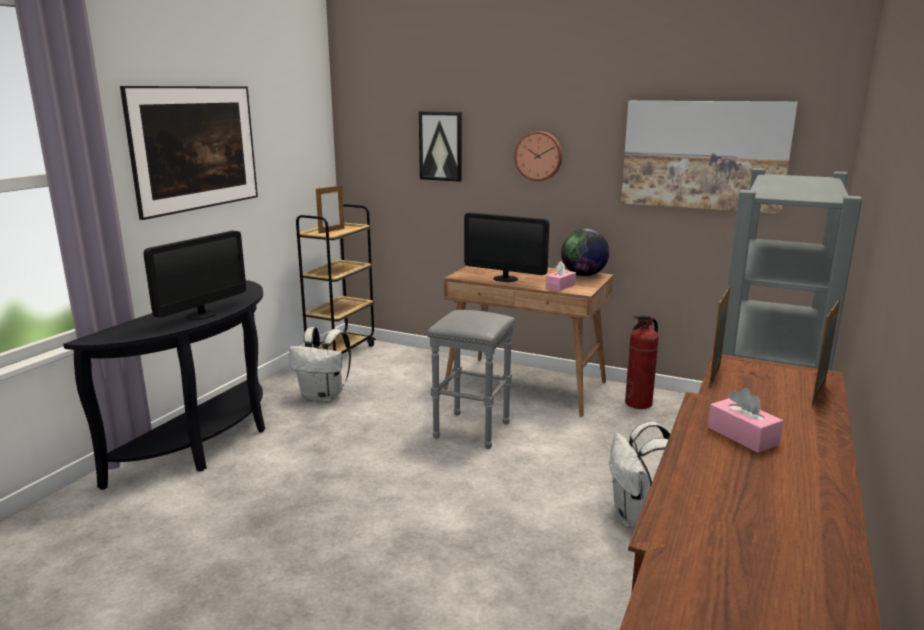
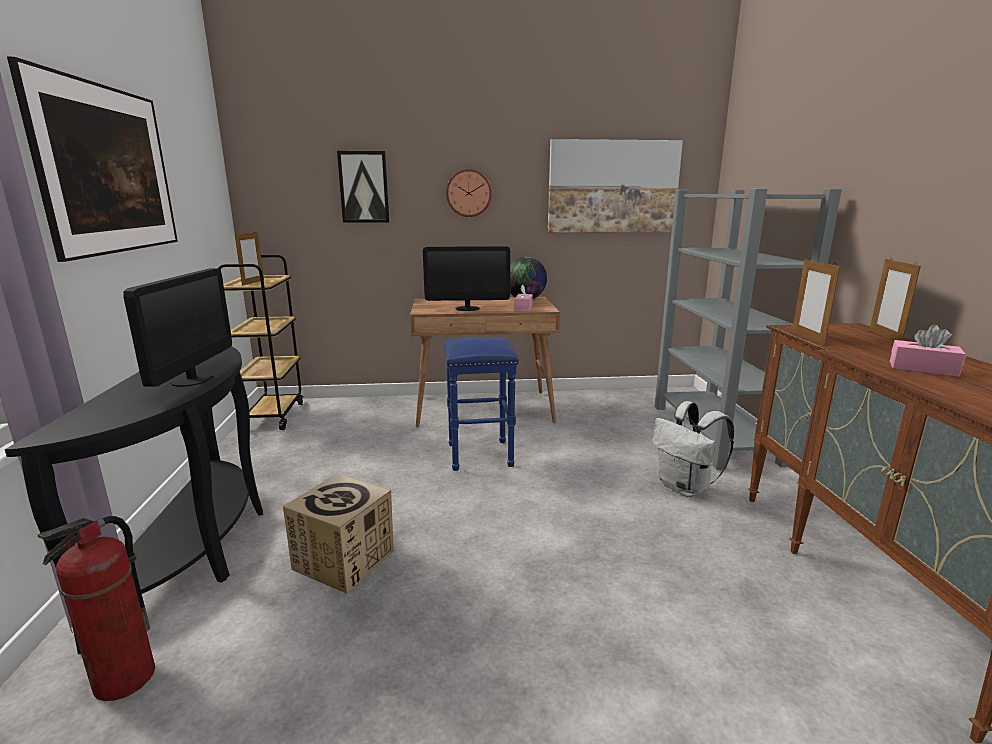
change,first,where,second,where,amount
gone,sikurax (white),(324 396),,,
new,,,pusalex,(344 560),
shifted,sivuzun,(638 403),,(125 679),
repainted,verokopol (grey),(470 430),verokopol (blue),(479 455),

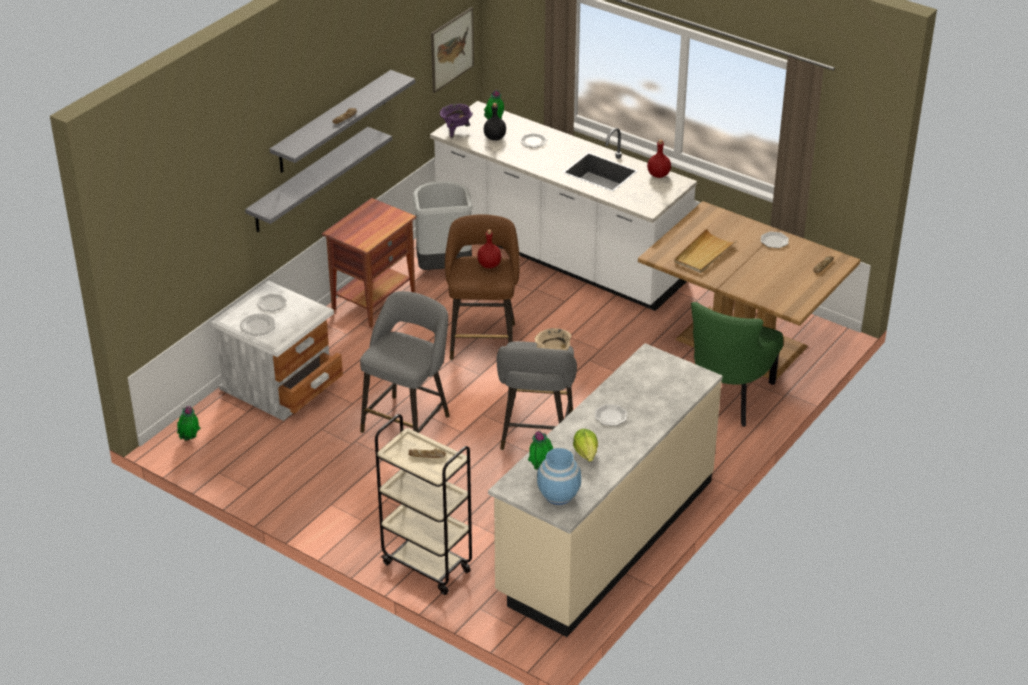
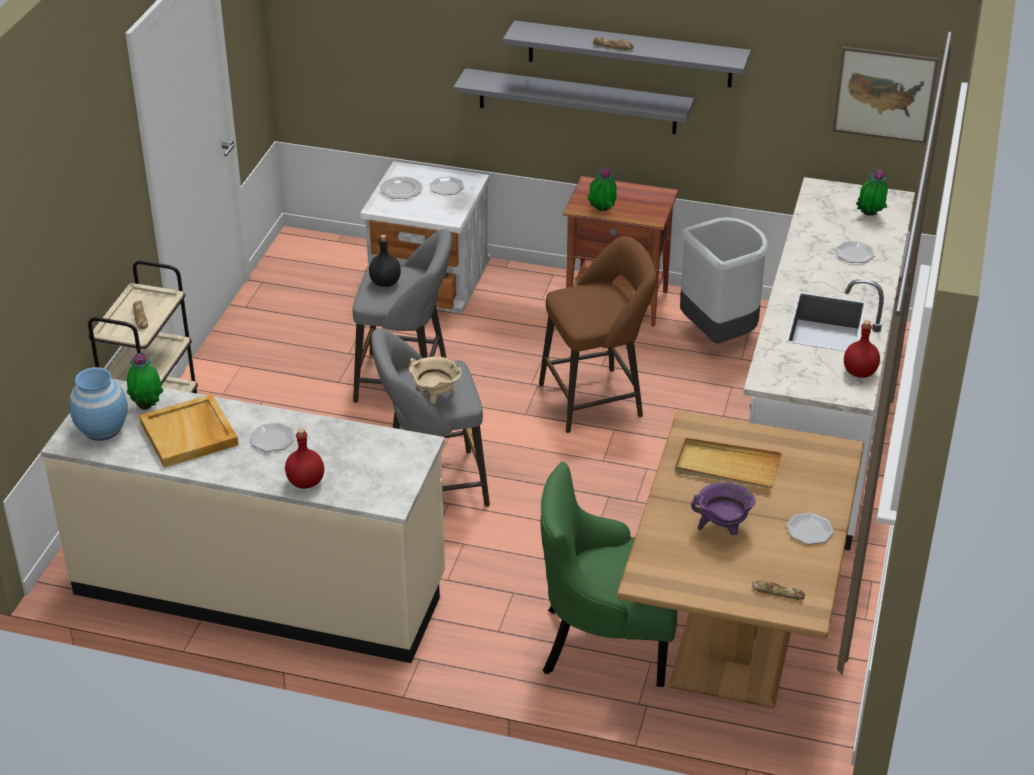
change,first,where,second,where,amount
shifted,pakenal,(189 440),,(601 212),
shifted,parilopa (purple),(456 131),,(722 528),
shifted,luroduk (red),(489 265),,(306 482),
shifted,luroduk (black),(495 137),,(386 283),
swapped,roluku,(586 453),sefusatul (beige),(190 434),

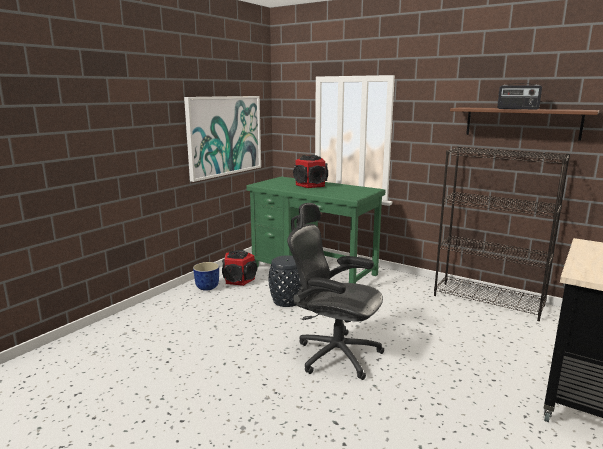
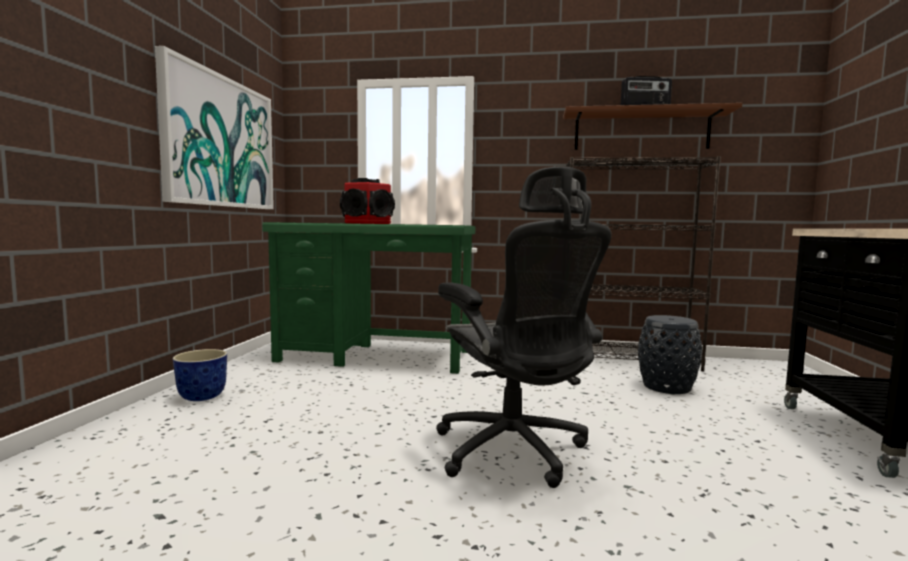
change,first,where,second,where,amount
gone,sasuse,(239 280),,,
shifted,verokopol (black),(287 301),,(666 387),
rotated,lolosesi,(334 354),,(513 454),120 degrees counterclockwise

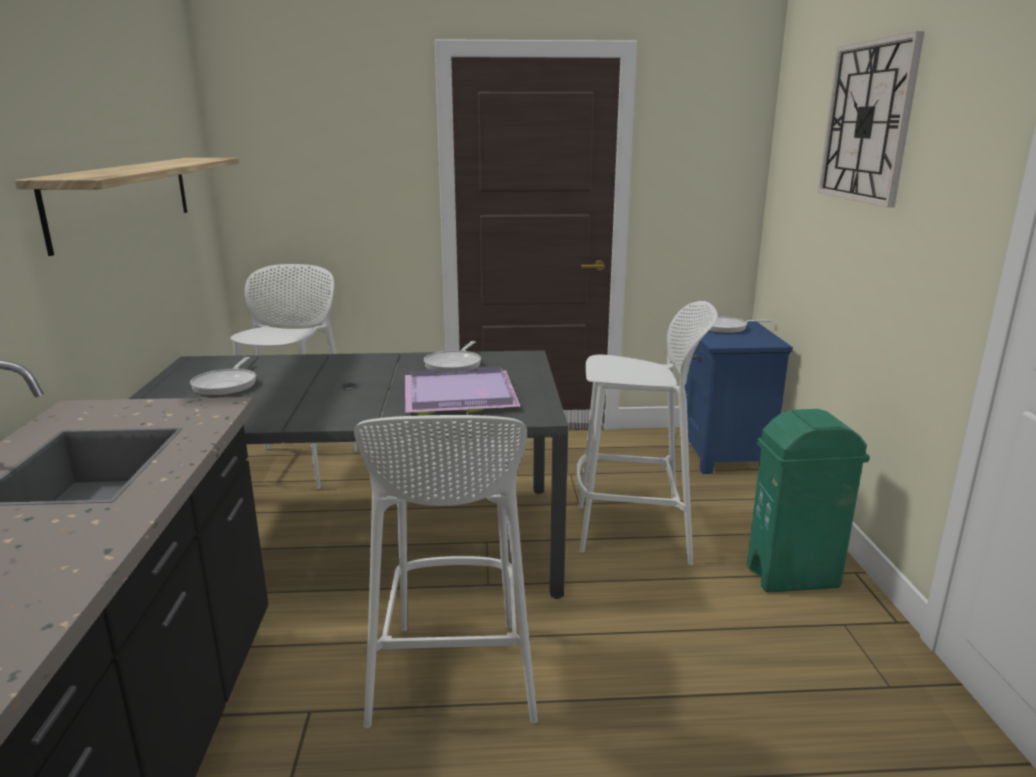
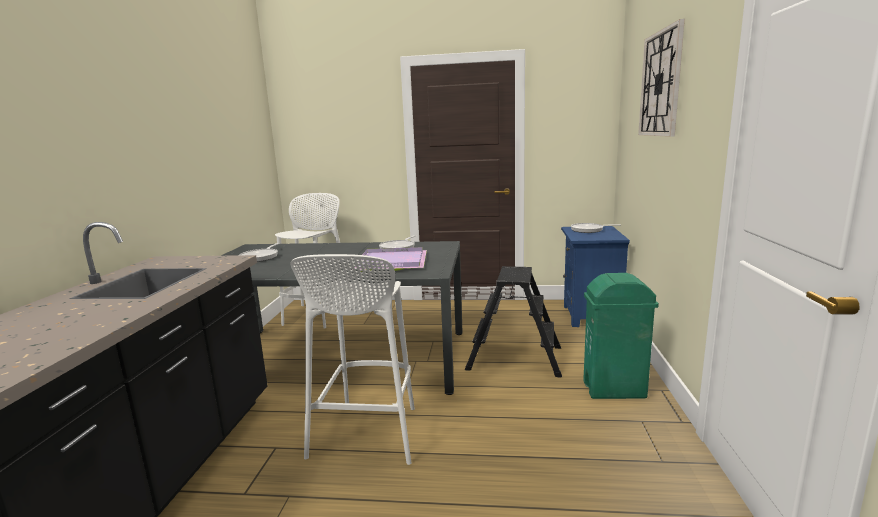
change,first,where,second,where,amount
gone,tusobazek,(124 198),,,
swapped,verokopol (white),(635 530),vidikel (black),(514 358),

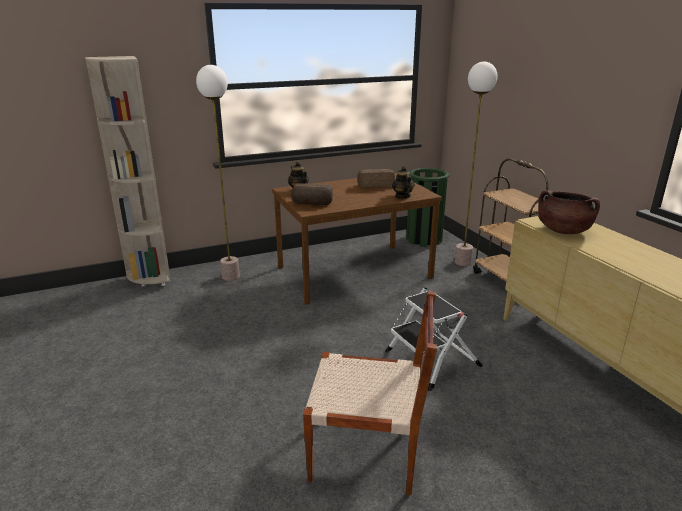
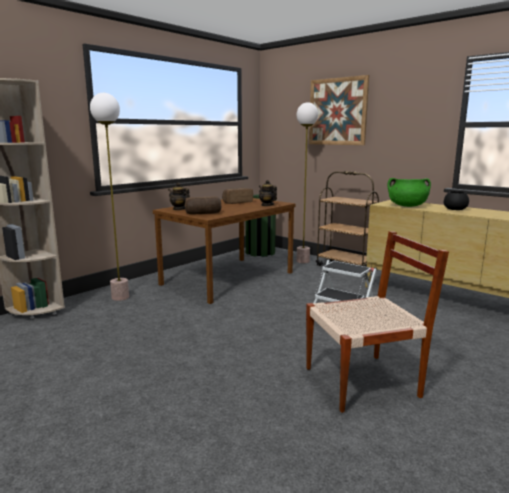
change,first,where,second,where,amount
new,,,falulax,(337 111),
new,,,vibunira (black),(455 209),
repainted,parilopa (brown),(563 231),parilopa (green),(407 206),

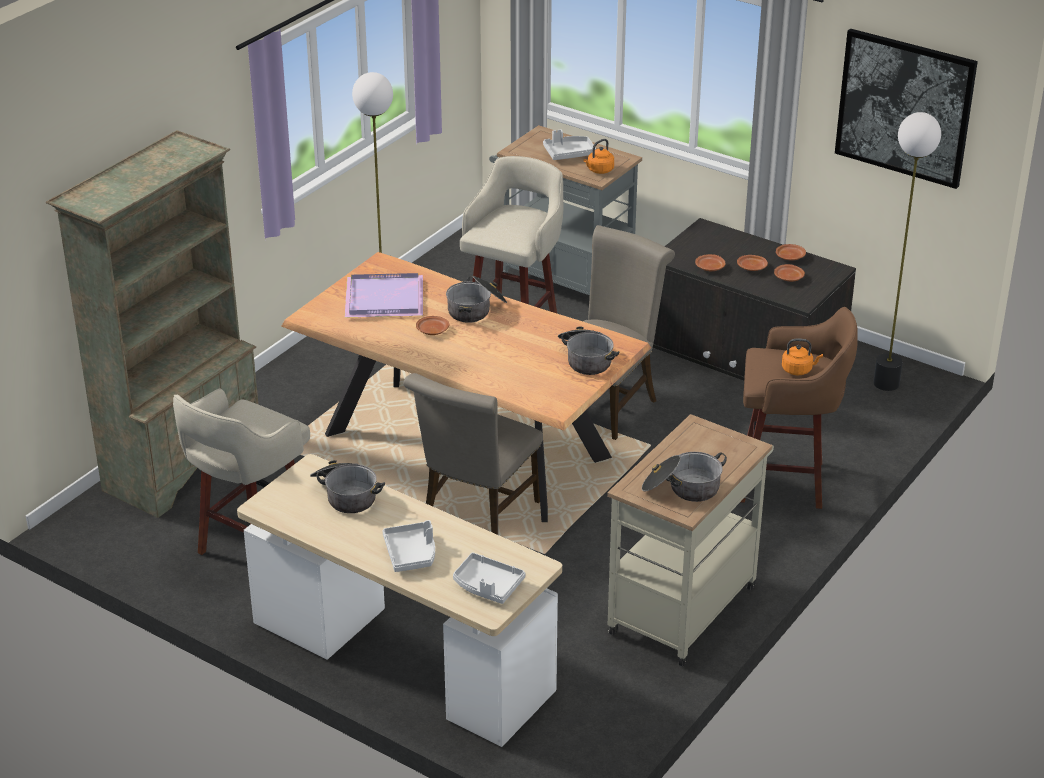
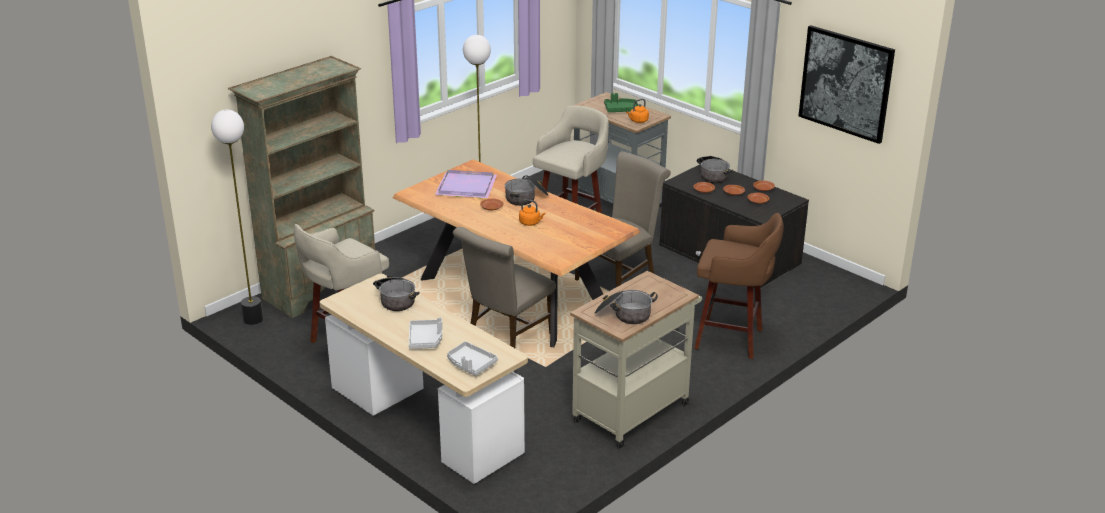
change,first,where,second,where,amount
shifted,parilopa,(586 359),,(712 175),
shifted,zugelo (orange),(798 370),,(531 223),
shifted,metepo,(886 383),,(253 319),
repainted,sefusatul (grey),(569 153),sefusatul (green),(621 110),

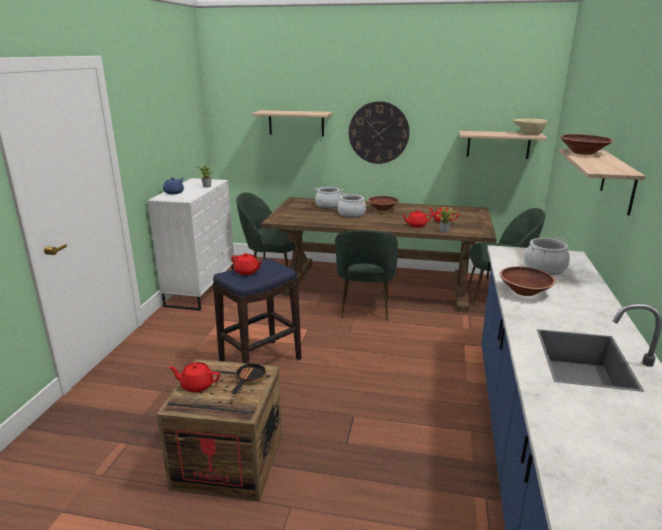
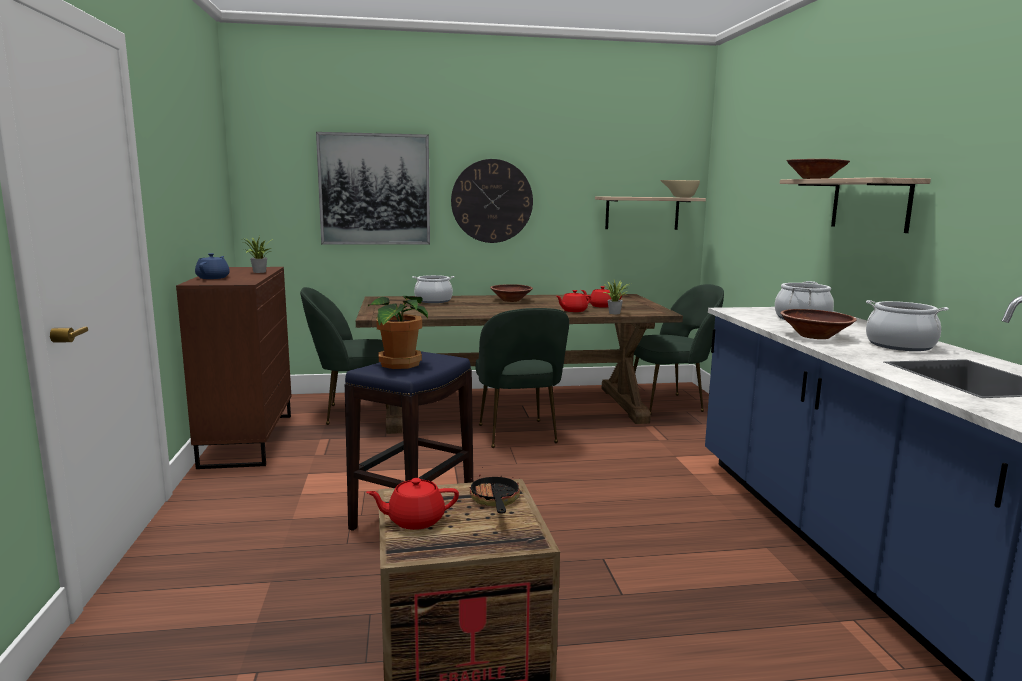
change,first,where,second,where,amount
shifted,parilopa,(351 214),,(900 345),
swapped,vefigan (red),(247 272),pakenal,(398 364),
swapped,tusobazek,(296 123),falulax,(374 189),
repainted,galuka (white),(200 289),galuka (brown),(247 440),

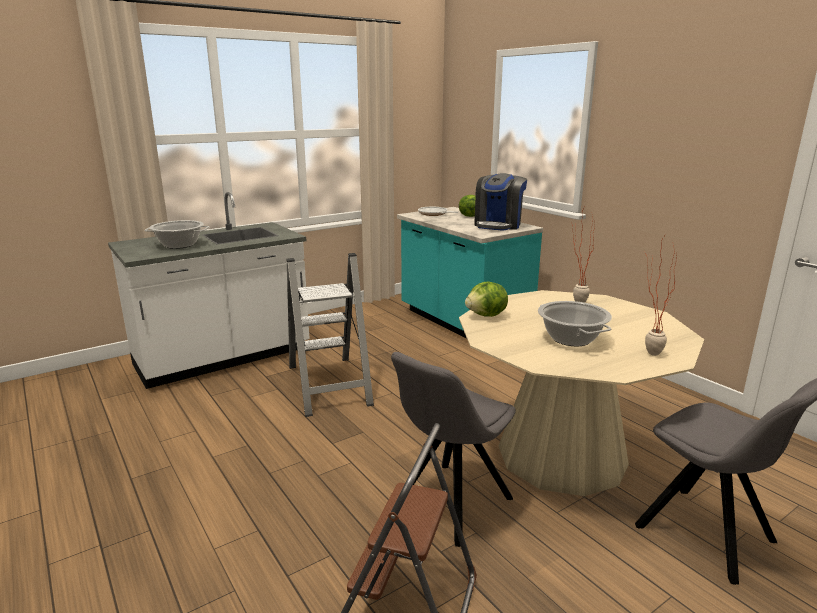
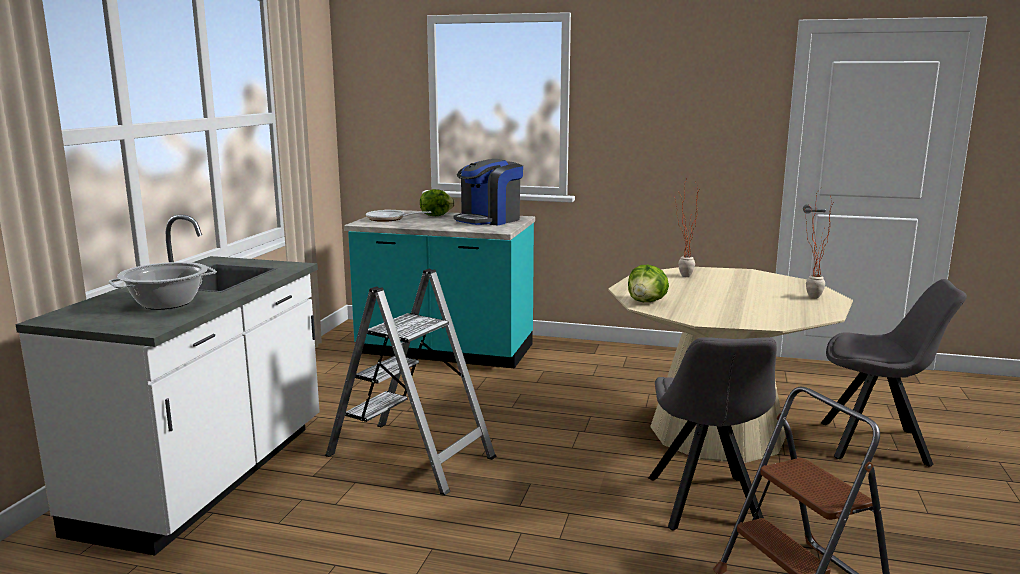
change,first,where,second,where,amount
gone,parilopa,(571 339),,,
rotated,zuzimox,(498 225),,(489 220),60 degrees clockwise

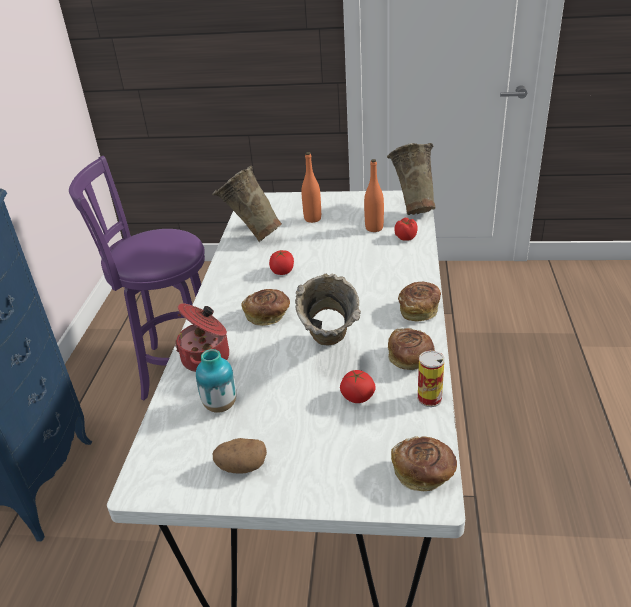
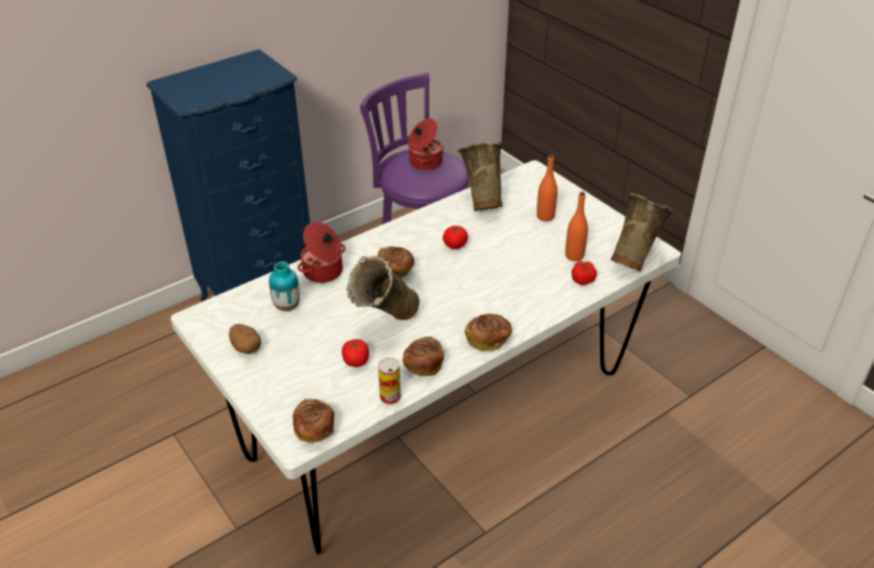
change,first,where,second,where,amount
new,,,parilopa,(424 162),

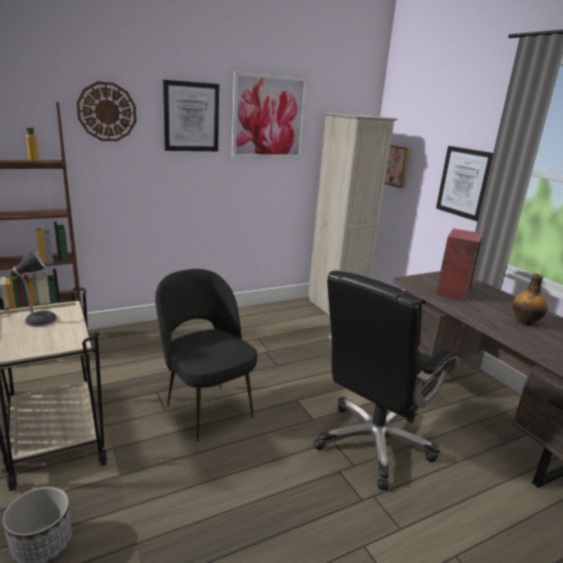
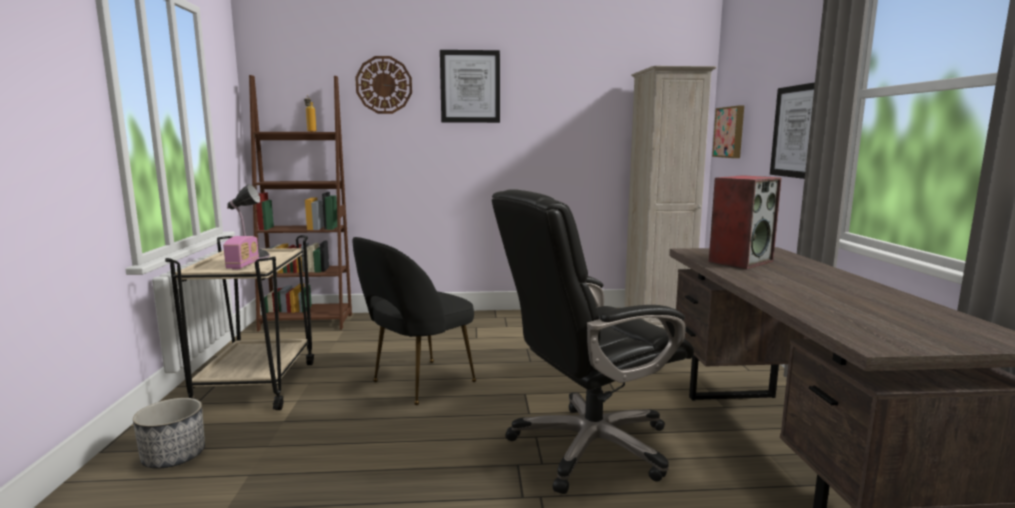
change,first,where,second,where,amount
gone,falulax,(269 117),,,
gone,luroduk,(525 322),,,
new,,,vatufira,(243 265),
rotated,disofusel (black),(206 407),,(417 384),120 degrees counterclockwise

